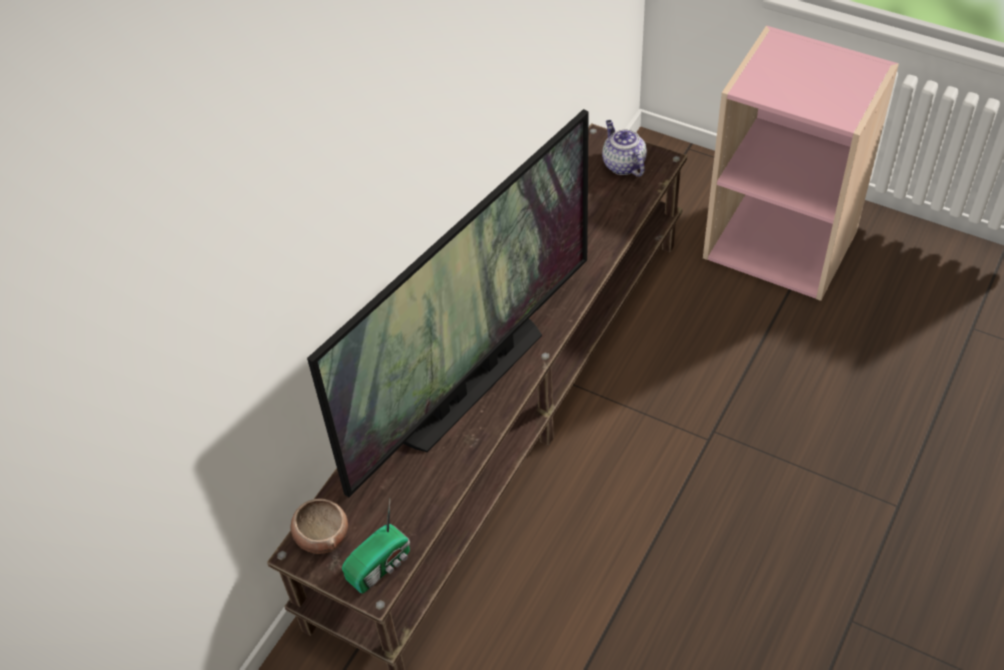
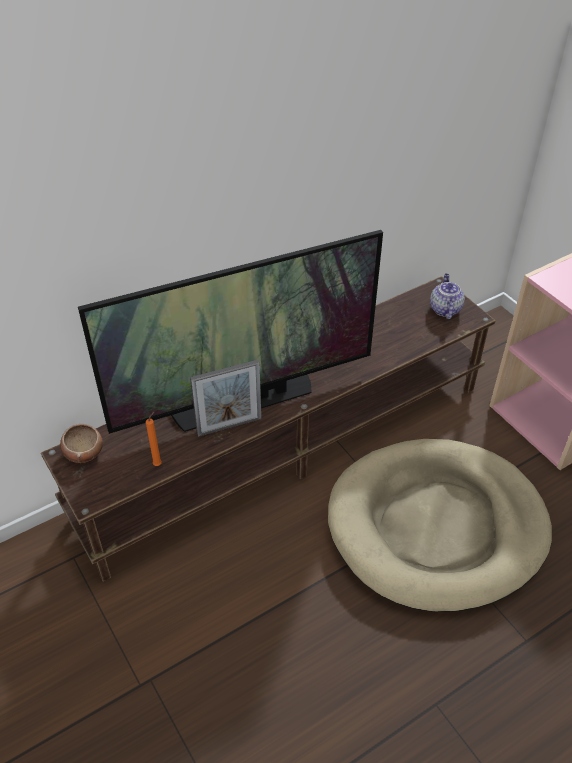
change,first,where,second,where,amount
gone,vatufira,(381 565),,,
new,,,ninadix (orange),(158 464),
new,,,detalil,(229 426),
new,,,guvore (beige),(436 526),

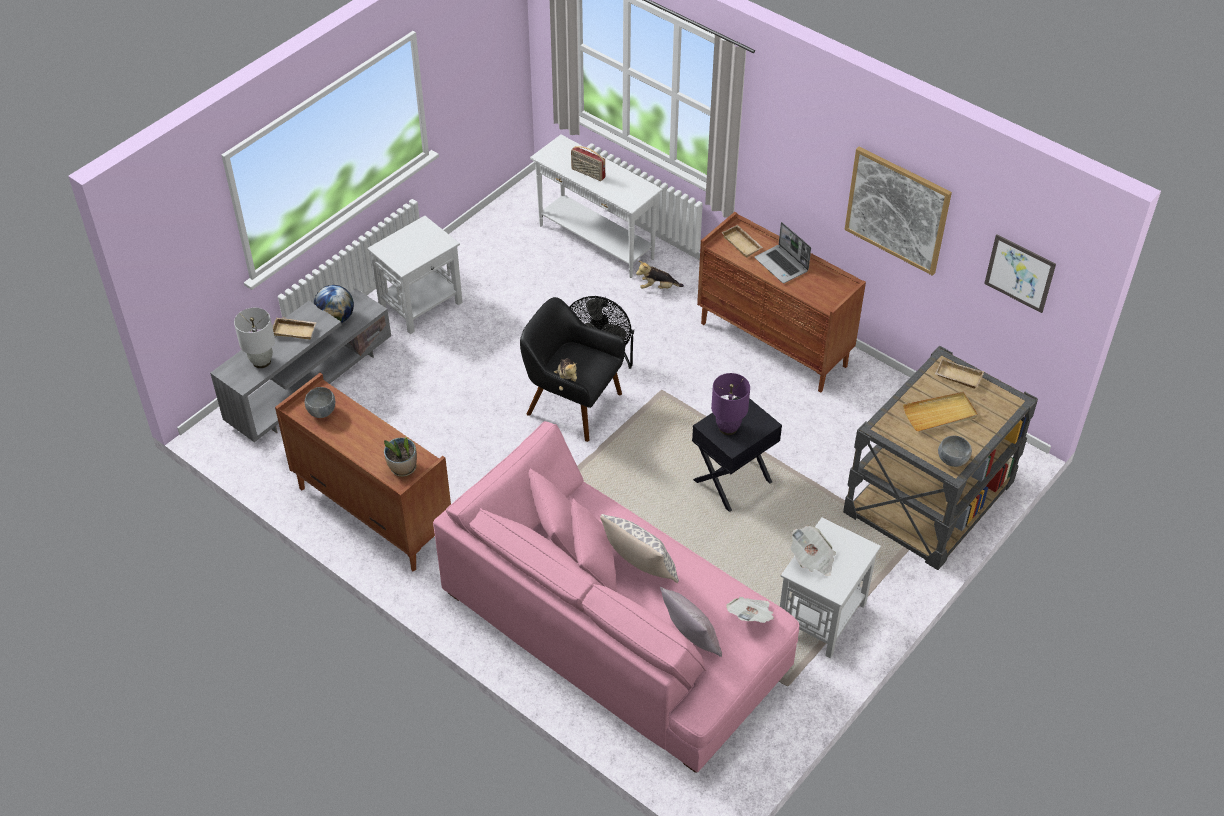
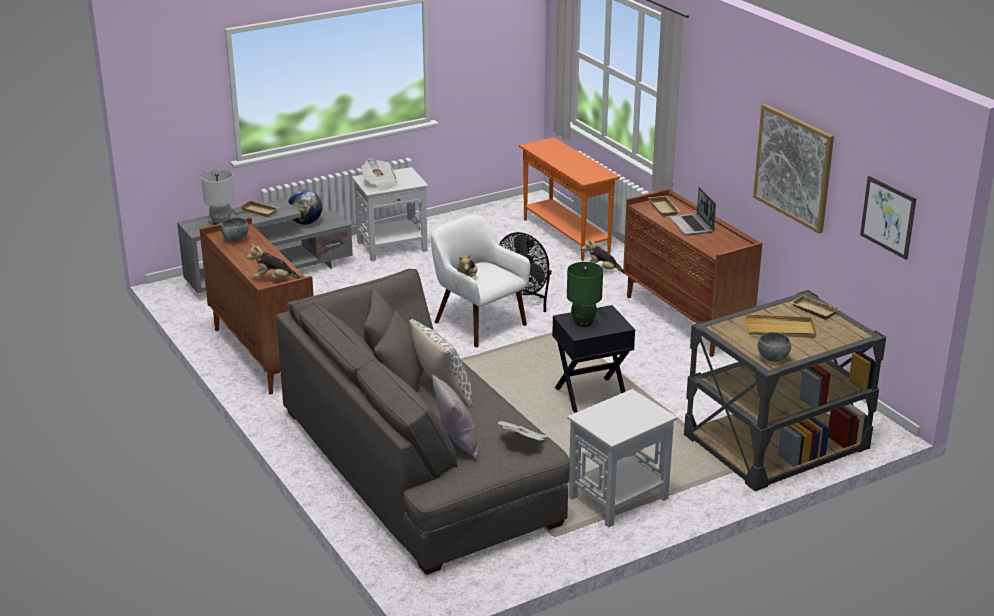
change,first,where,second,where,amount
gone,vatufira,(588 173),,,
shifted,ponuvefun,(812 559),,(380 183),
swapped,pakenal,(403 468),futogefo,(274 280),
repainted,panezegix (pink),(616 631),panezegix (grey),(418 467),
repainted,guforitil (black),(572 404),guforitil (white),(478 323),
repainted,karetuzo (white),(597 242),karetuzo (orange),(567 236),
repainted,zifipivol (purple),(728 428),zifipivol (green),(583 322),

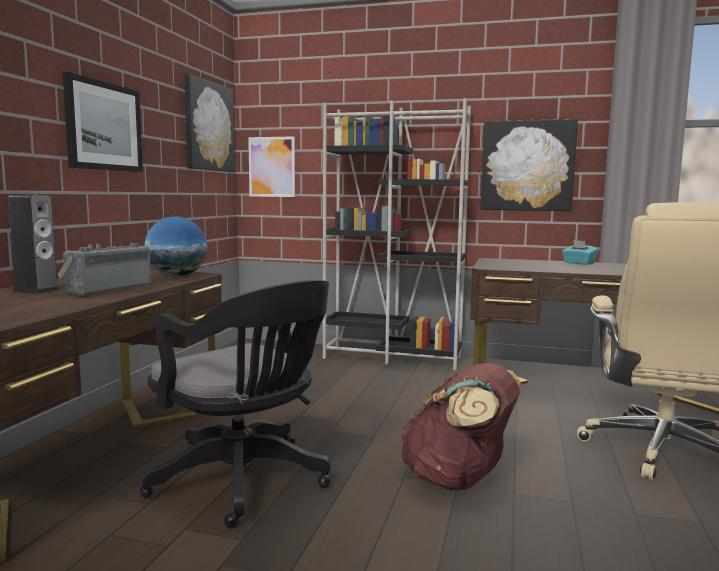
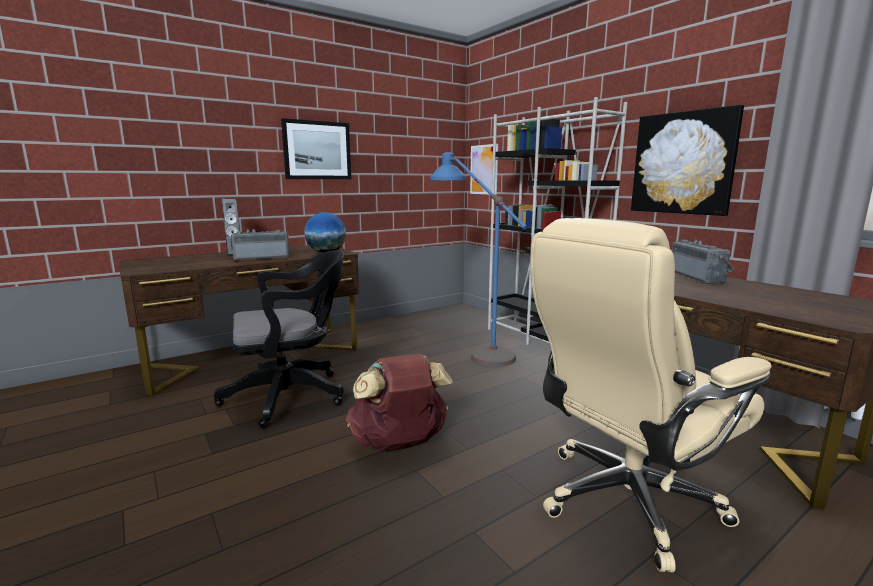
change,first,where,second,where,amount
gone,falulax,(208 126),,,
new,,,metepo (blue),(473 348),
swapped,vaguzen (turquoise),(578 263),vatufira,(699 277),
rotated,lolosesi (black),(245 482),,(292 395),105 degrees counterclockwise

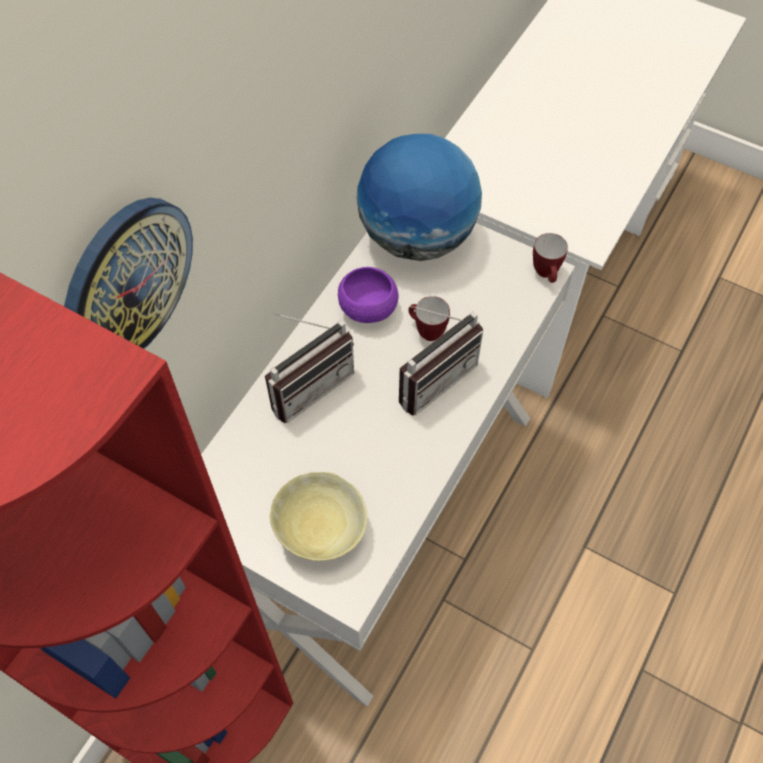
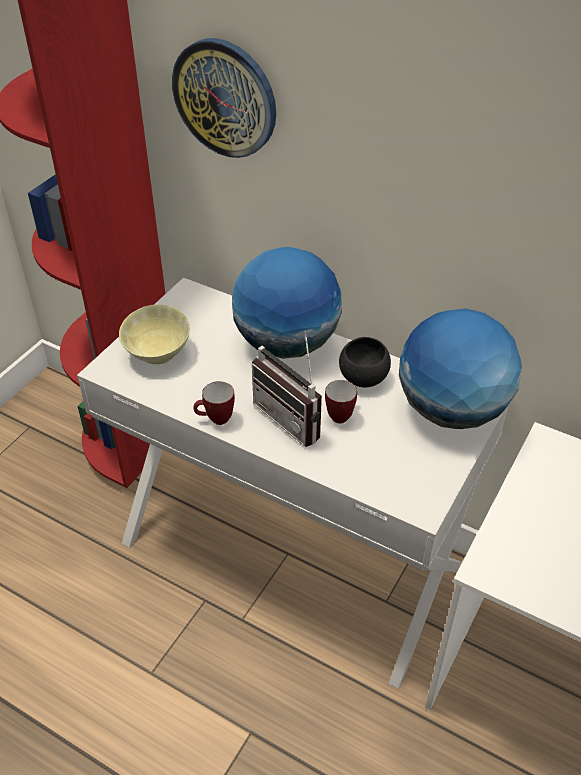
change,first,where,second,where,amount
shifted,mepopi,(546 275),,(215 420),
swapped,vatufira,(307 384),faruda,(287 344),
repainted,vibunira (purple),(368 309),vibunira (black),(363 378),

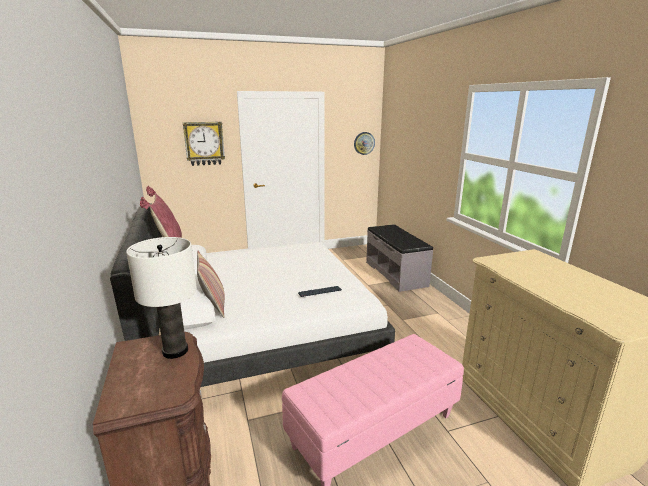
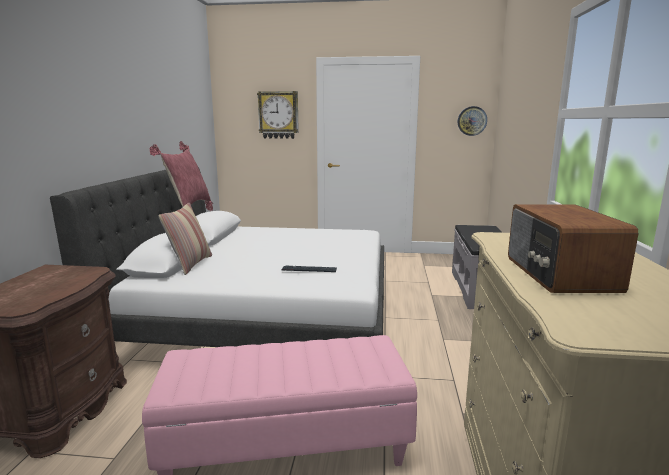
change,first,where,second,where,amount
gone,zifipivol (white),(175 351),,,
new,,,vatufira,(558 274),

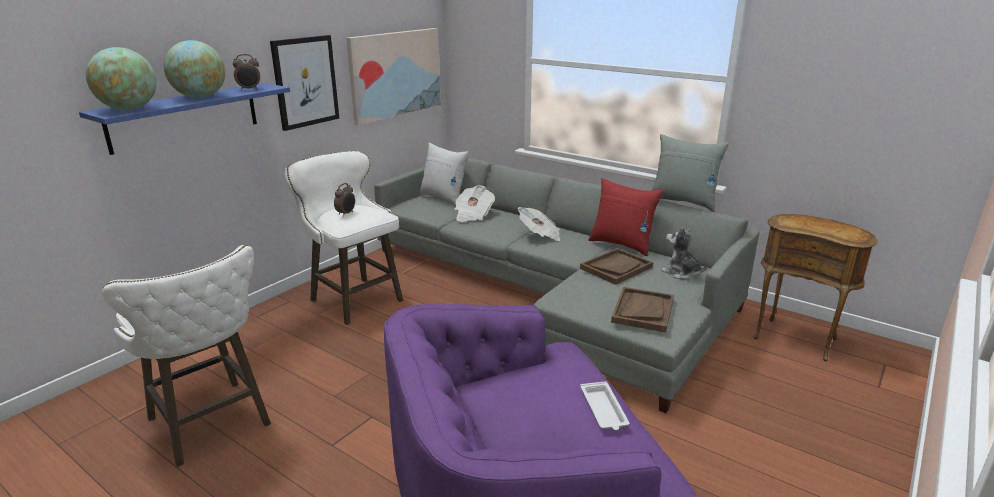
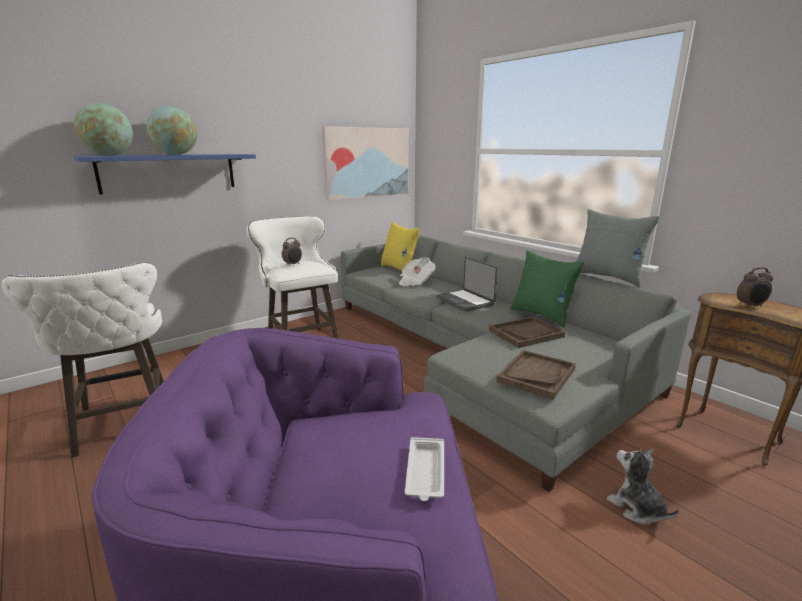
change,first,where,second,where,amount
gone,falulax,(305 82),,,
shifted,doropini,(249 89),,(750 306),
shifted,futogefo,(681 273),,(636 508),
swapped,ponuvefun,(540 235),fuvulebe,(466 301),
repainted,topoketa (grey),(443 199),topoketa (yellow),(399 269),
repainted,topoketa (red),(621 245),topoketa (green),(541 316),

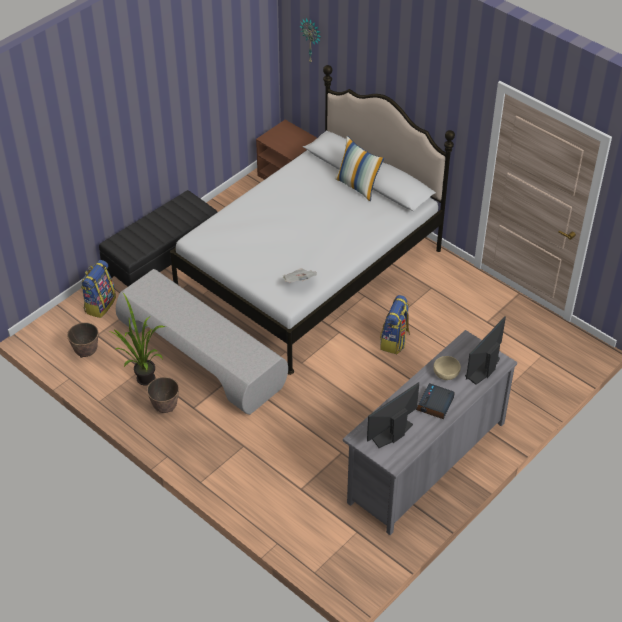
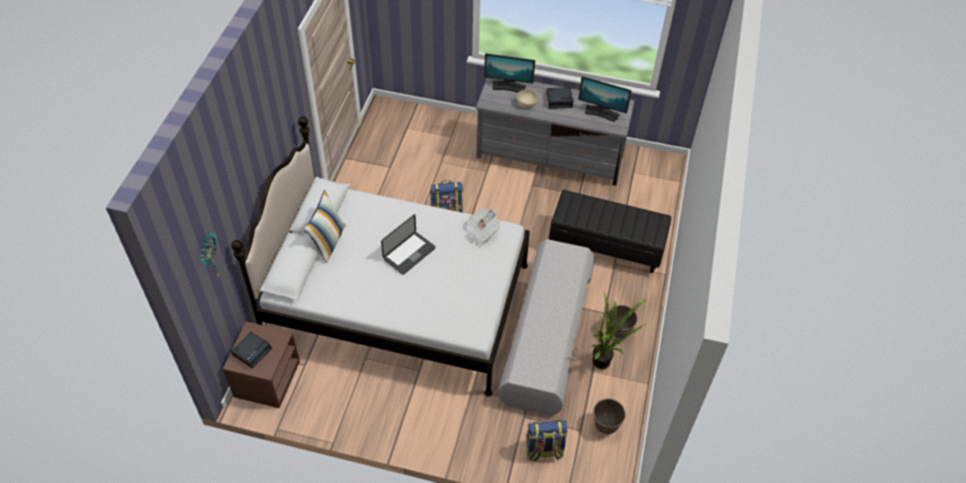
change,first,where,second,where,amount
new,,,doropini,(252 351),
new,,,fuvulebe,(409 253),
shifted,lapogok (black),(162 260),,(605 247),

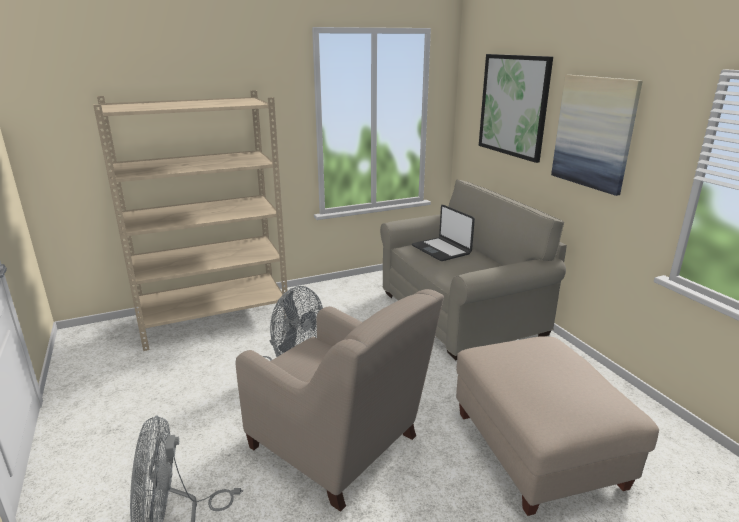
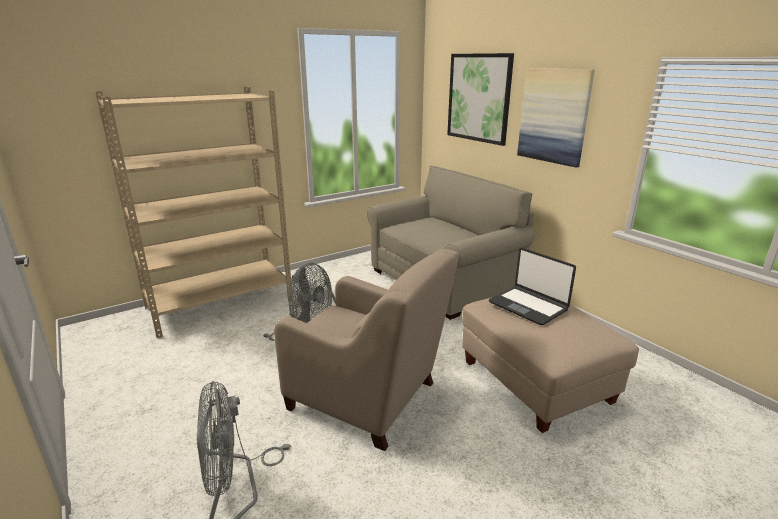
change,first,where,second,where,amount
shifted,fuvulebe,(441 250),,(528 306),

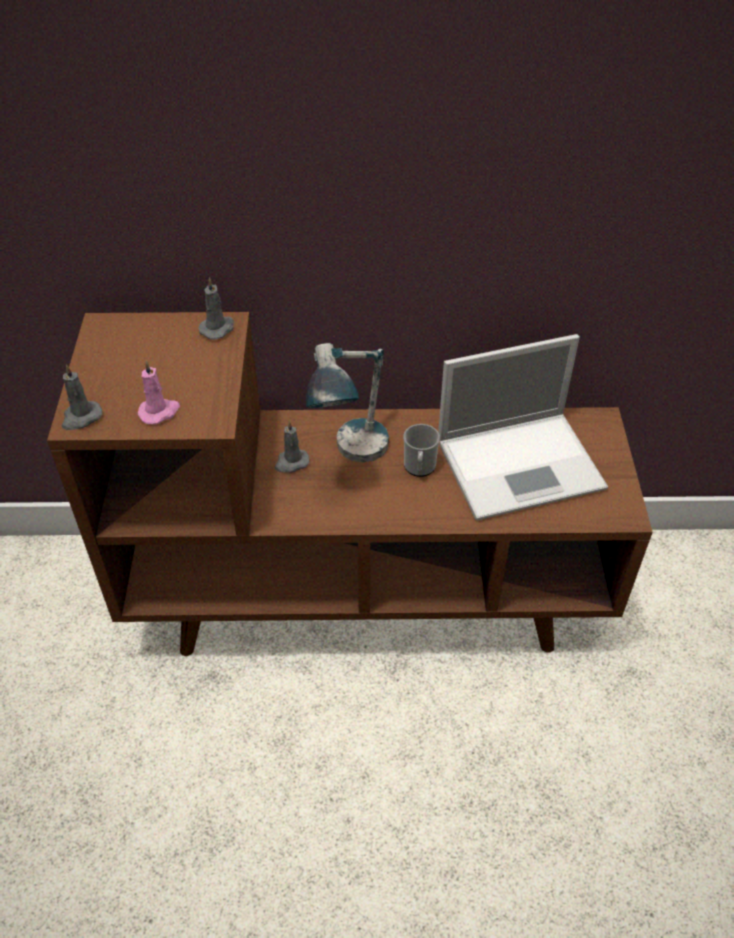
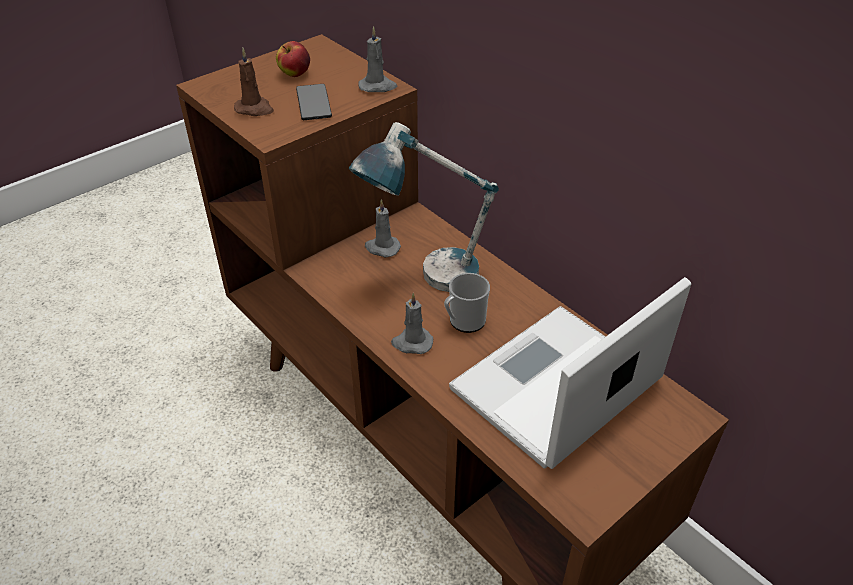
change,first,where,second,where,amount
new,,,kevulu,(295 74),
new,,,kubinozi,(314 103),
shifted,ninadix (grey),(81 417),,(412 343),
repainted,ninadix (pink),(159 412),ninadix (brown),(255 109),
rotated,fuvulebe,(522 464),,(553 387),105 degrees clockwise

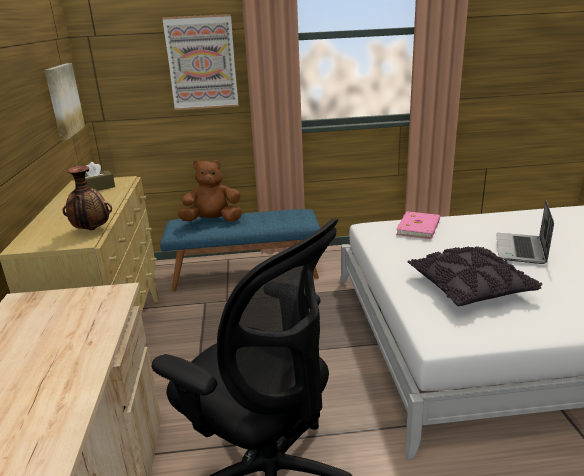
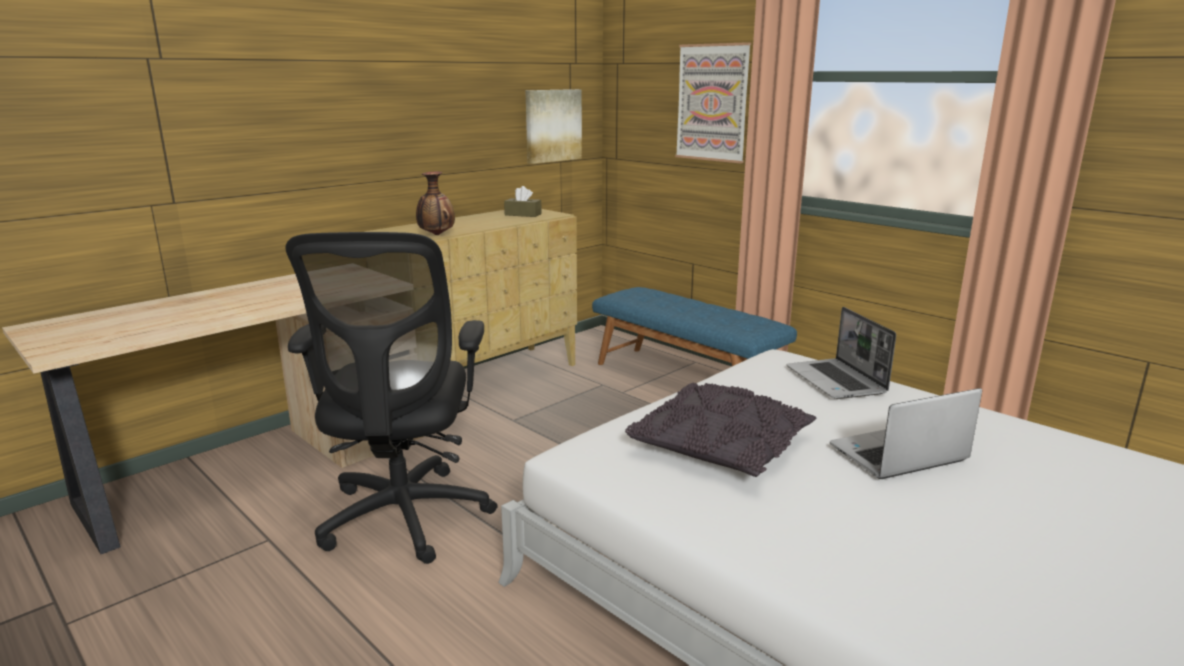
change,first,where,second,where,amount
gone,futogefo (brown),(213 221),,,
swapped,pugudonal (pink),(419 227),fuvulebe,(837 381),

